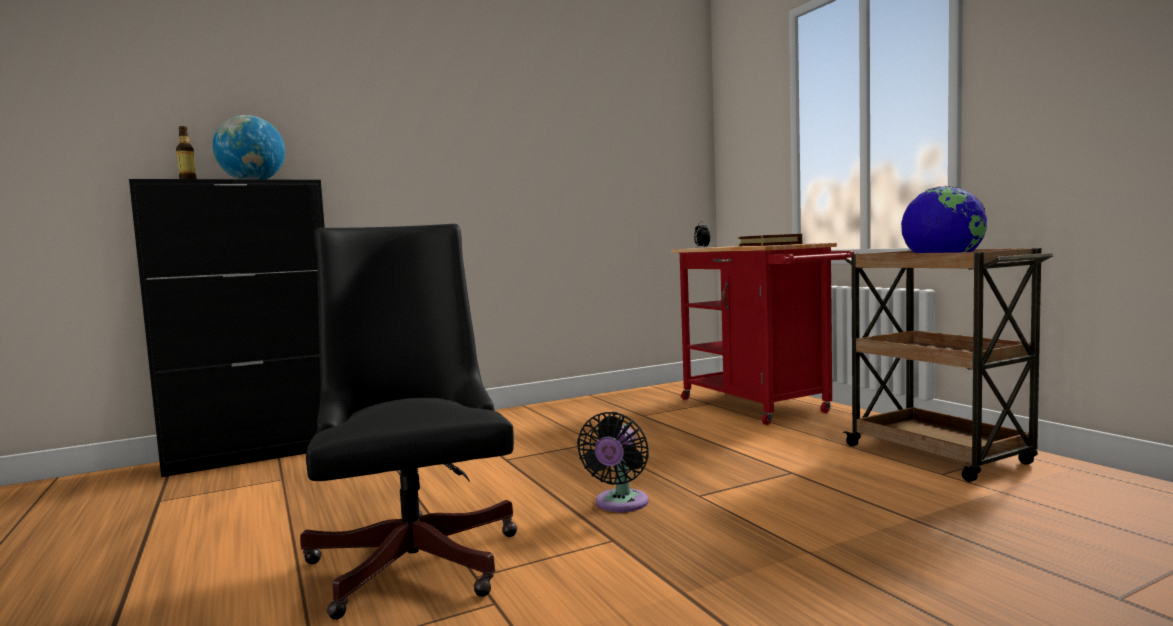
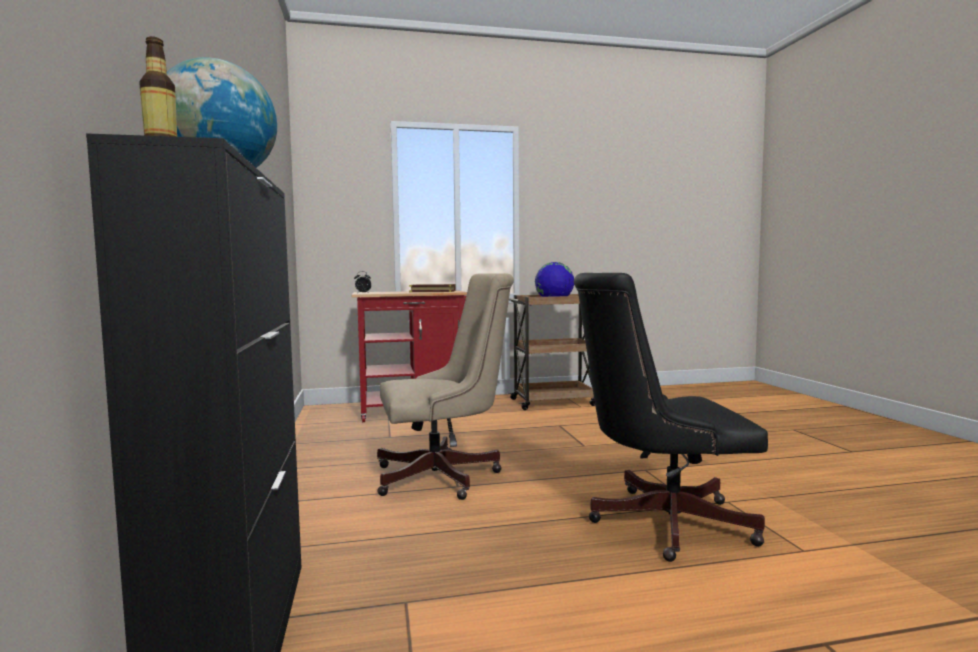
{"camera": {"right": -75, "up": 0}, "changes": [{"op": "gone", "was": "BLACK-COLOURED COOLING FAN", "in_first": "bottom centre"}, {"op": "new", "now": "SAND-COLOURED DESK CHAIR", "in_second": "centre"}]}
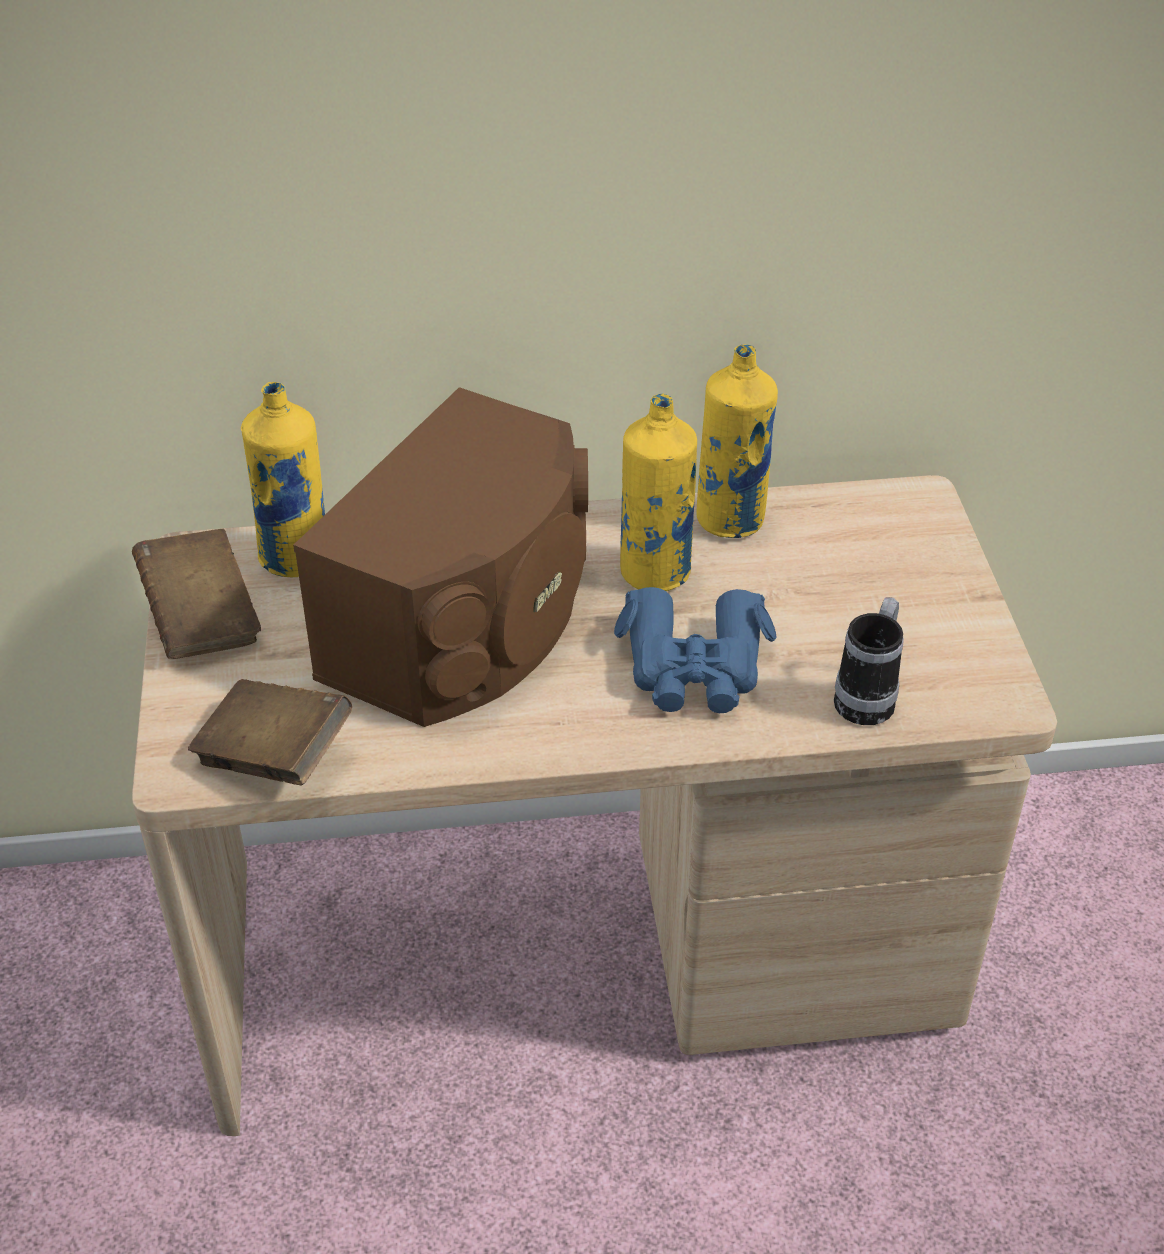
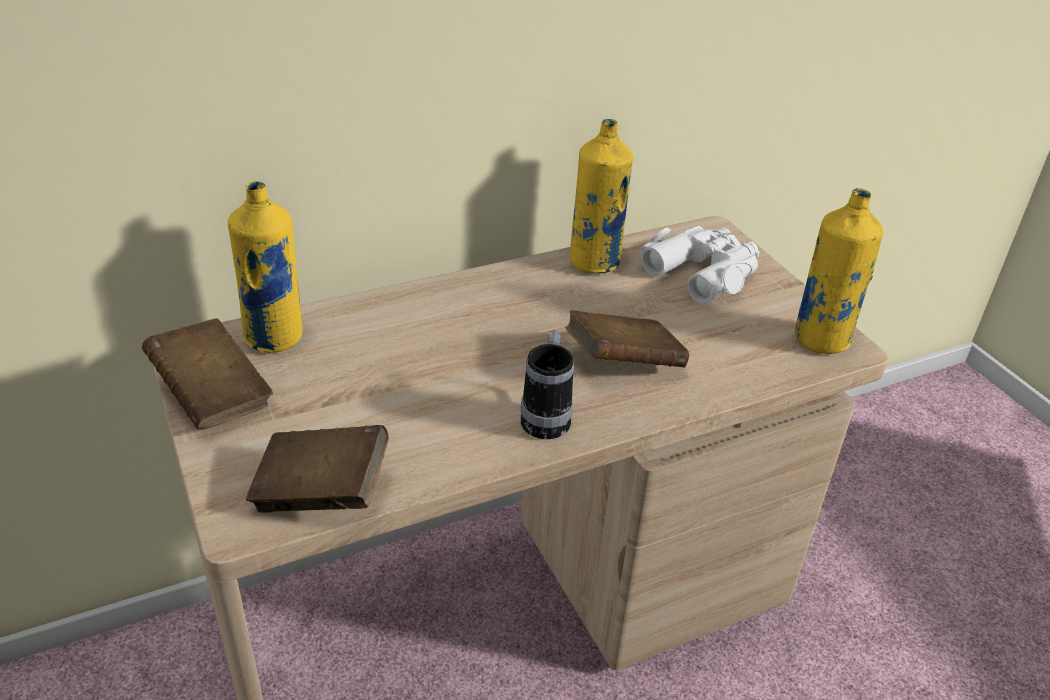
{"camera": {"right": -20, "up": -5}, "changes": [{"op": "gone", "was": "BROWNISH LOUDSPEAKER", "in_first": "centre"}, {"op": "swapped", "was": "BLUISH PAIR OF BINOCULARS", "now": "BROWNISH BOOK (no. 3 from left)", "in_first": "centre", "in_second": "centre"}, {"op": "shifted", "was": "YELLOW BOTTLE (no. 2 from left in the first image)", "now": "YELLOW BOTTLE (no. 3 from left)", "in_first": "centre", "in_second": "middle right"}, {"op": "shifted", "was": "MUG", "in_first": "middle right", "in_second": "centre"}, {"op": "new", "now": "WHITE PAIR OF BINOCULARS", "in_second": "middle right"}]}
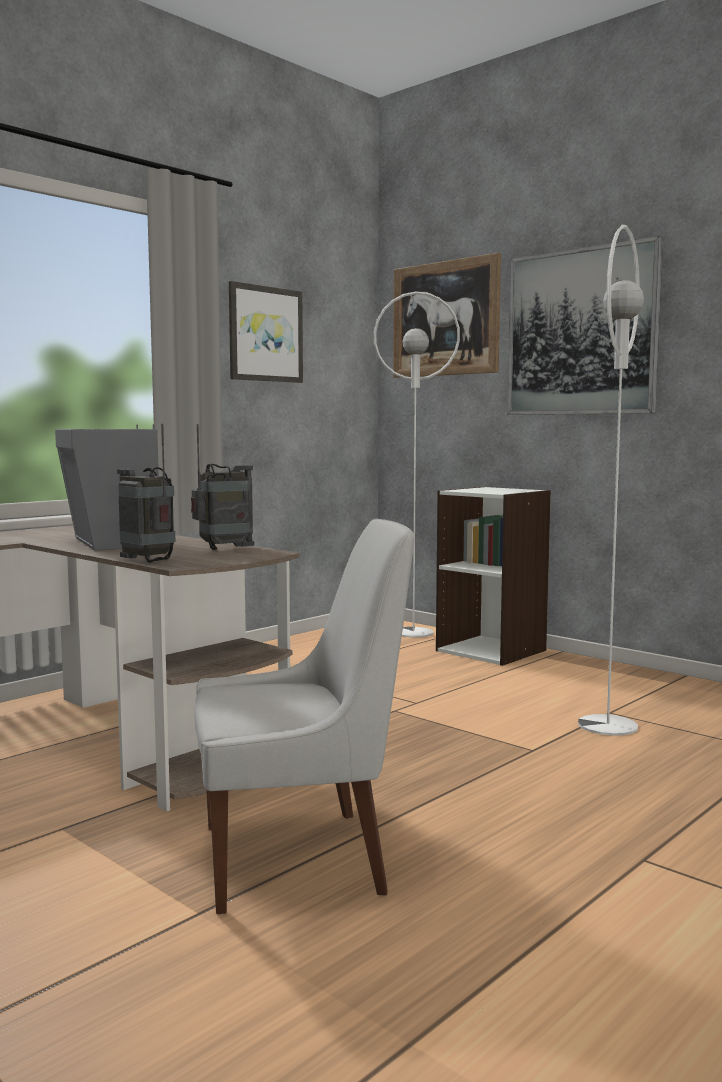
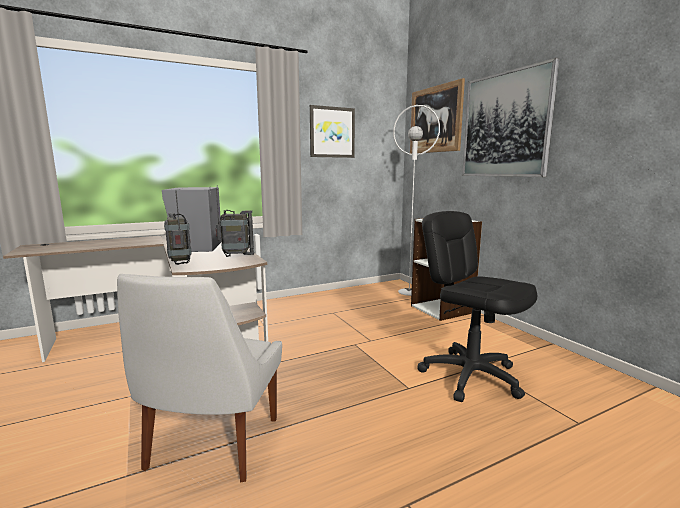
{"camera": {"right": 20, "up": 5}, "changes": [{"op": "rotated", "was": "WHITE CHAIR", "in_first": "centre", "in_second": "bottom left", "clockwise": 90}, {"op": "swapped", "was": "WHITE FLOOR LAMP (no. 2 from left)", "now": "BLACK-COLOURED DESK CHAIR", "in_first": "middle right", "in_second": "middle right"}]}
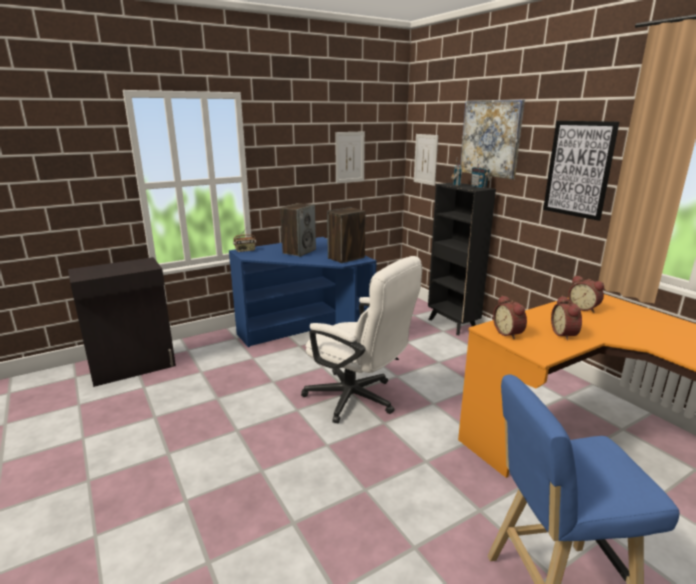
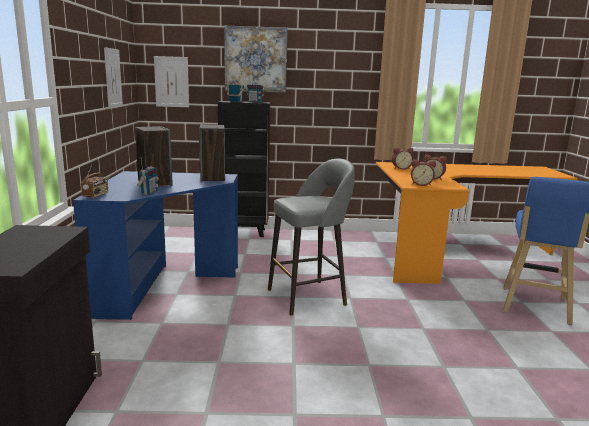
{"camera": {"right": -60, "up": -5}, "changes": [{"op": "swapped", "was": "WHITE DESK CHAIR", "now": "GREY STOOL", "in_first": "centre", "in_second": "centre"}, {"op": "gone", "was": "PICTURE (no. 4 from left)", "in_first": "top right"}, {"op": "new", "now": "RADIO RECEIVER (no. 2 from left)", "in_second": "middle left"}]}
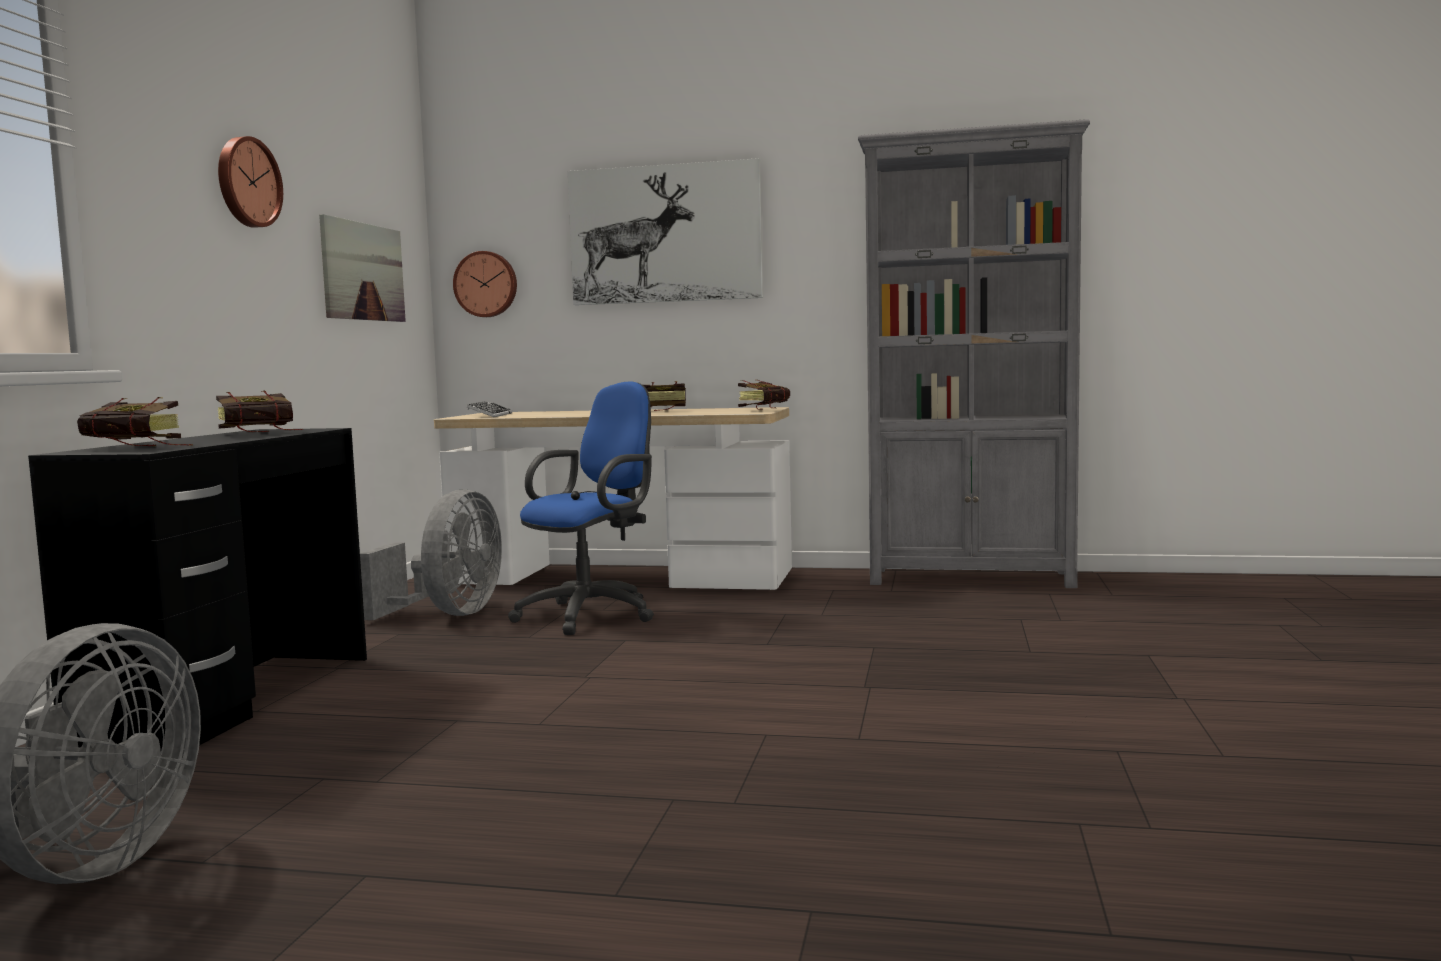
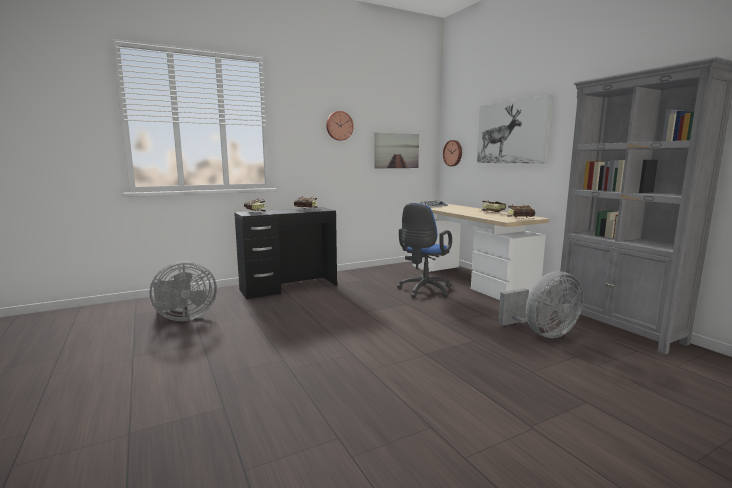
{"camera": {"right": 50, "up": 5}, "changes": [{"op": "shifted", "was": "GREY COOLING FAN (no. 2 from left)", "in_first": "middle left", "in_second": "middle right"}, {"op": "rotated", "was": "BLUISH DESK CHAIR", "in_first": "centre", "in_second": "centre", "clockwise": 120}]}
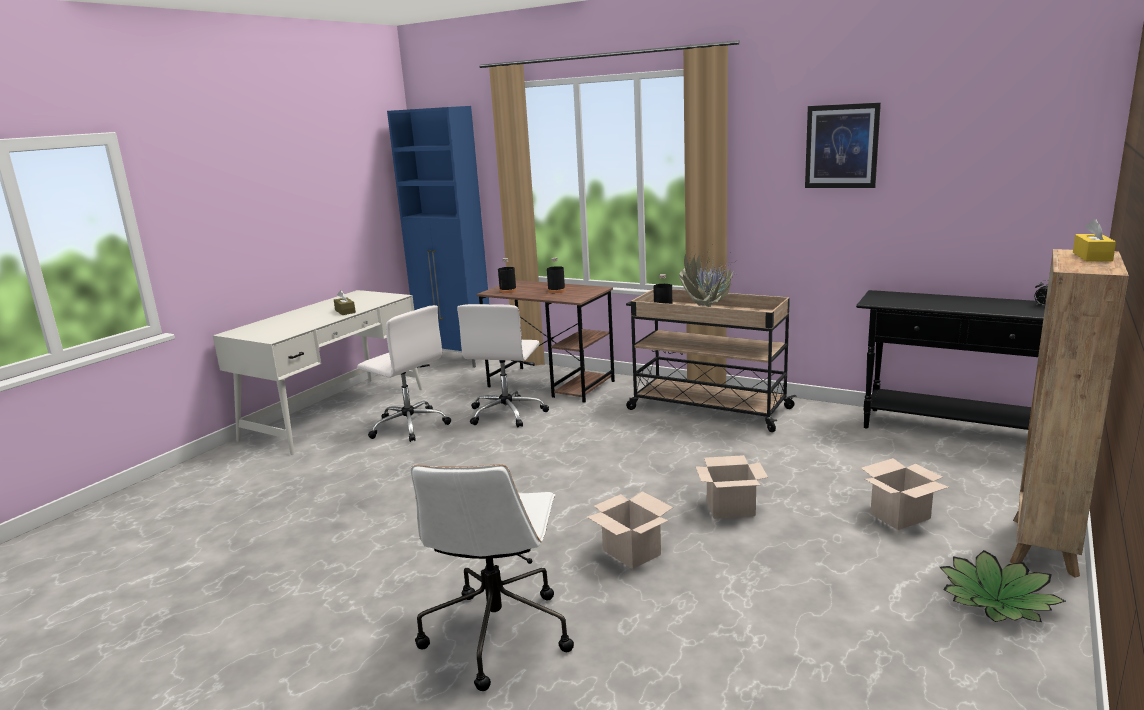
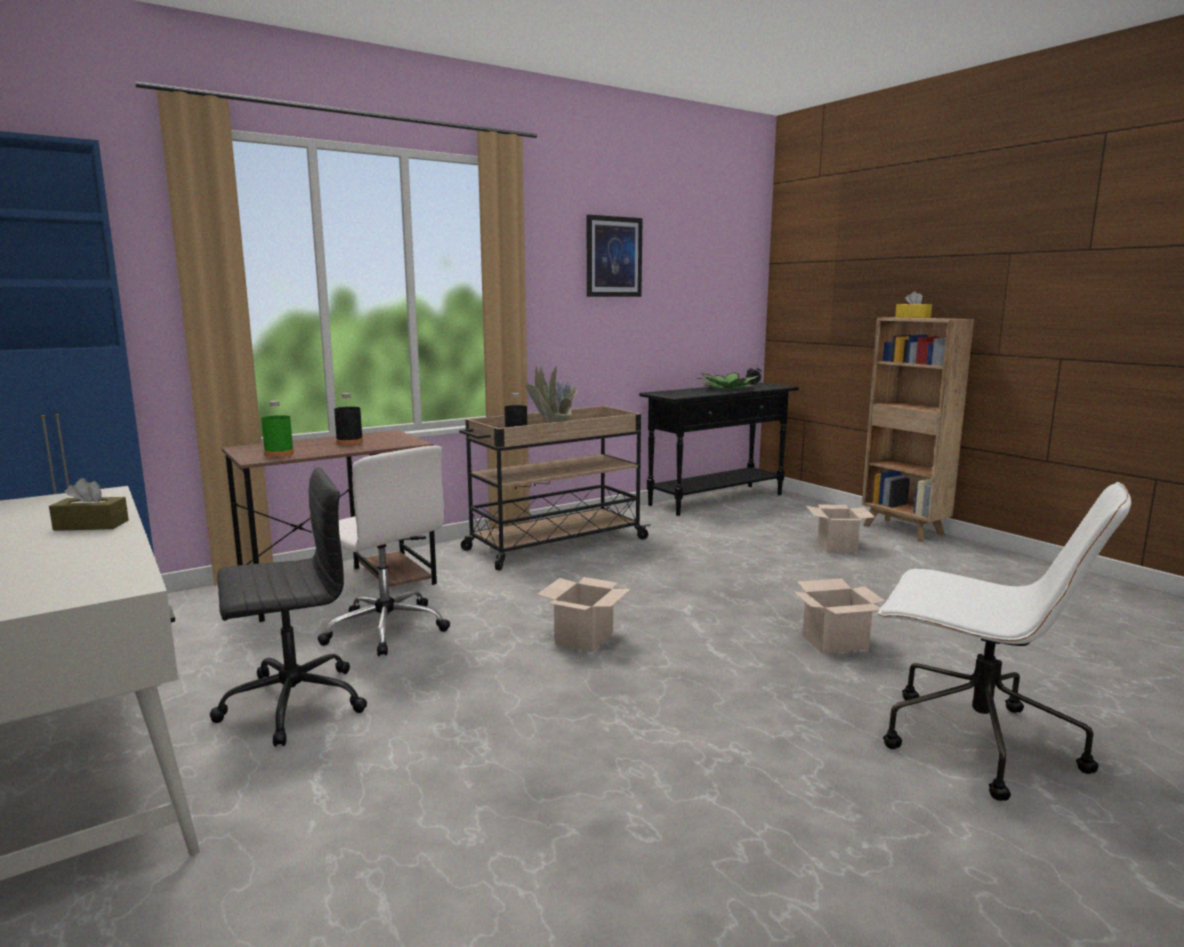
{"camera": {"right": -65, "up": -5}, "changes": [{"op": "repainted", "was": "WHITE DESK CHAIR (no. 1 from left)", "now": "BLACK-COLOURED DESK CHAIR", "in_first": "centre", "in_second": "middle left"}, {"op": "repainted", "was": "BLACK-COLOURED BOTTLE (no. 1 from left)", "now": "GREEN BOTTLE", "in_first": "centre", "in_second": "middle left"}, {"op": "shifted", "was": "CARDBOARD BOX (no. 2 from left in the first image)", "now": "CARDBOARD BOX (no. 1 from left)", "in_first": "bottom centre", "in_second": "centre"}, {"op": "shifted", "was": "PLANT IN A POT (no. 2 from left)", "in_first": "bottom right", "in_second": "centre"}]}
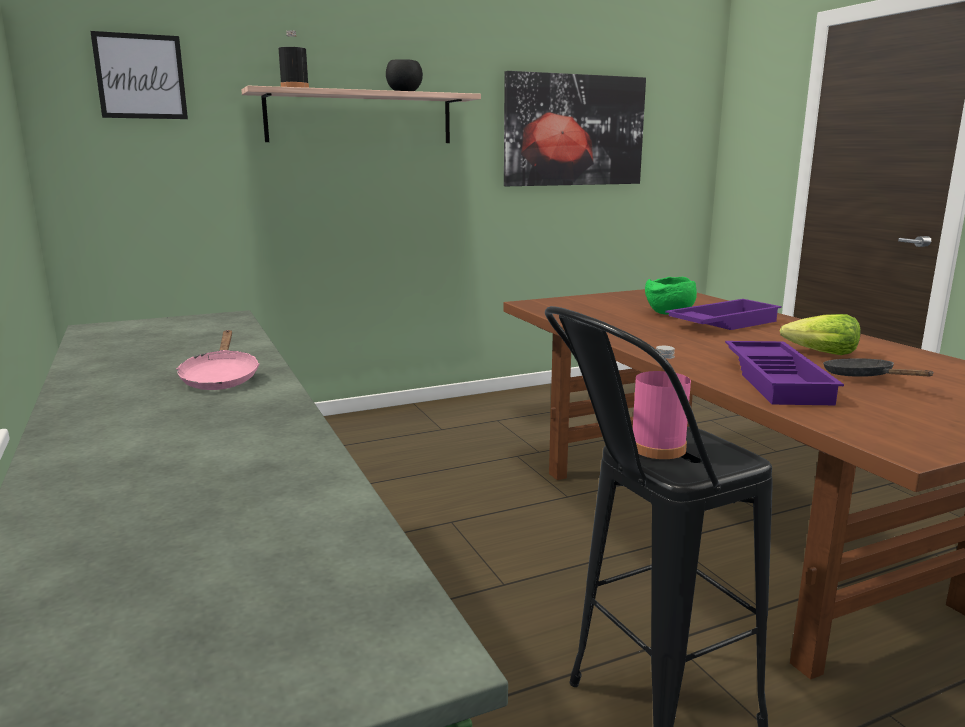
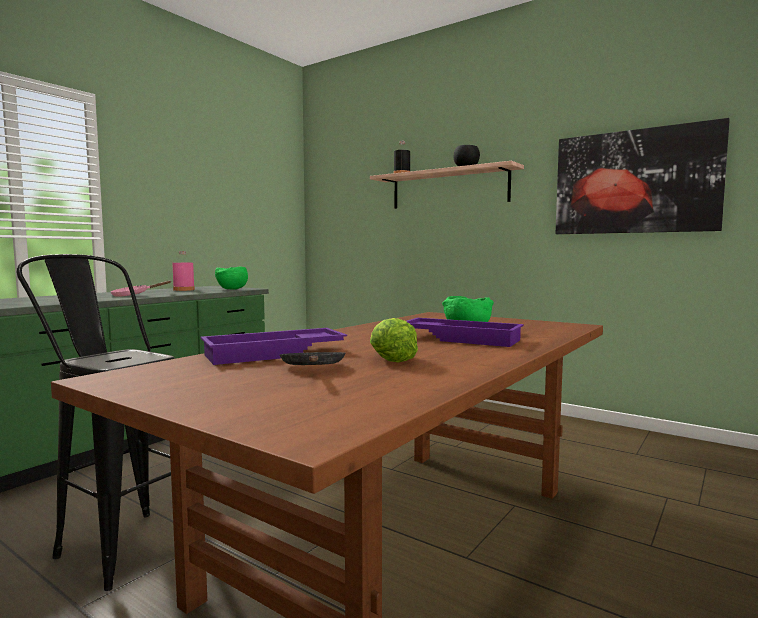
{"camera": {"right": 60, "up": -10}, "changes": [{"op": "gone", "was": "PICTURE (no. 1 from left)", "in_first": "top left"}, {"op": "shifted", "was": "PINK-COLOURED BOTTLE", "in_first": "middle right", "in_second": "middle left"}, {"op": "rotated", "was": "BLACK-COLOURED SKILLET", "in_first": "middle right", "in_second": "centre", "clockwise": -45}, {"op": "new", "now": "GREEN SERVING BOWL (no. 1 from left)", "in_second": "middle left"}]}
